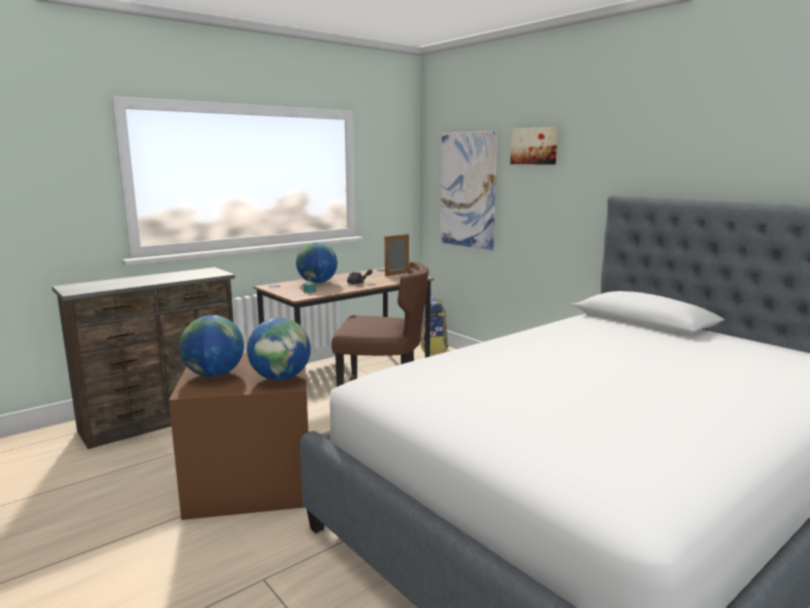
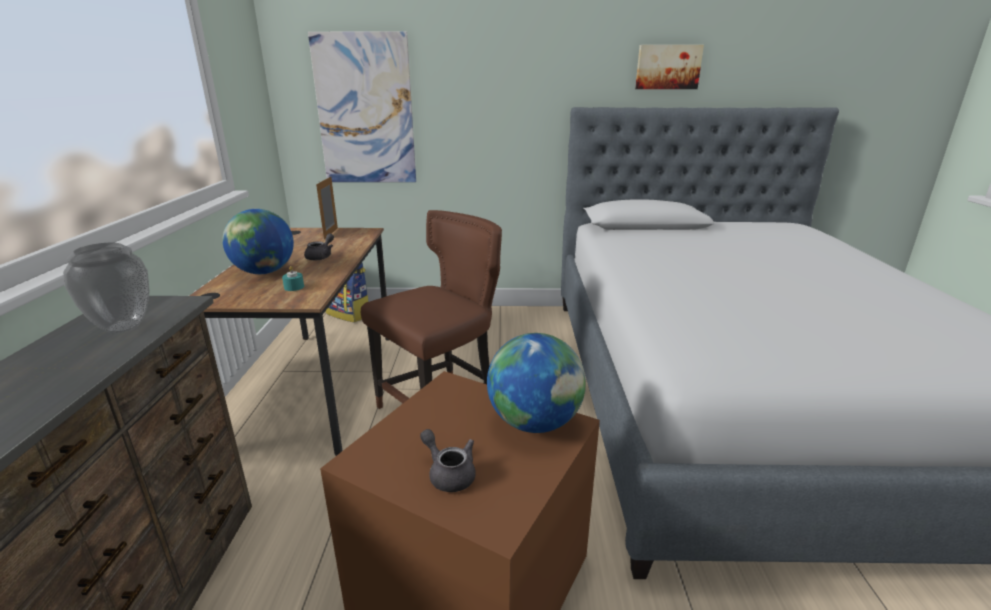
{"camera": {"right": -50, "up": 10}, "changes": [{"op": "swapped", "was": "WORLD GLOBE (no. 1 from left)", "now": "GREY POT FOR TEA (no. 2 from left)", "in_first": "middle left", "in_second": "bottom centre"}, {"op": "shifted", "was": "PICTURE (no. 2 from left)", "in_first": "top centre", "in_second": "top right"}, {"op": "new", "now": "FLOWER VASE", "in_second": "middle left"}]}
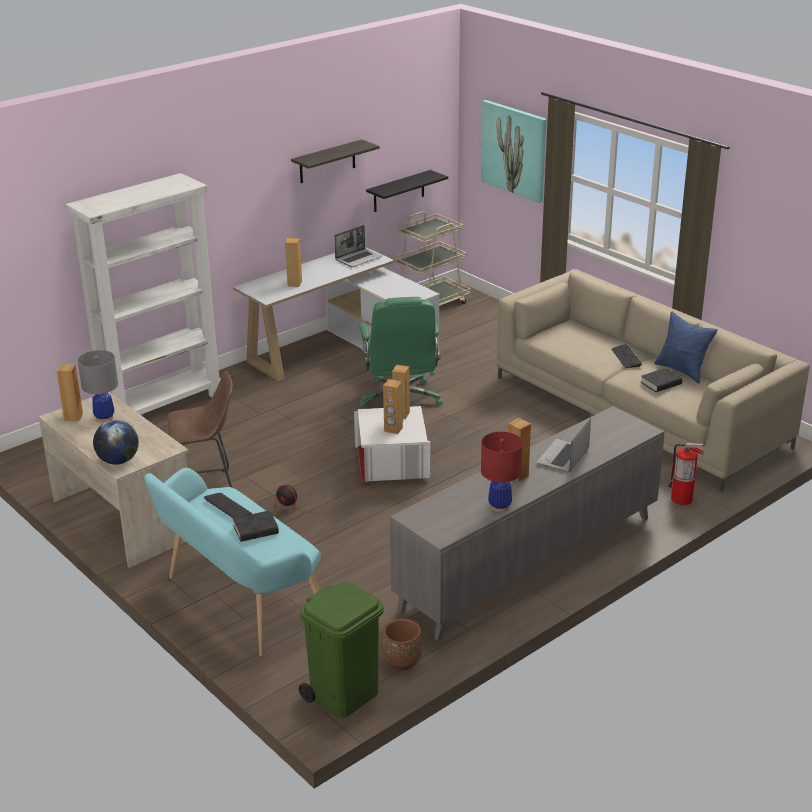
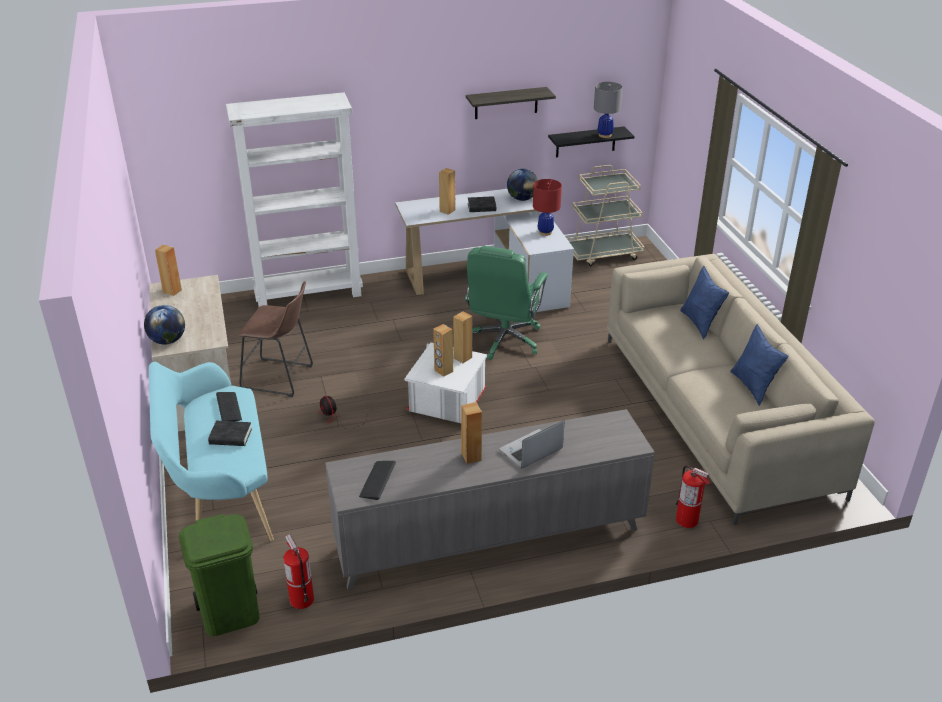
{"camera": {"right": 25, "up": 5}, "changes": [{"op": "shifted", "was": "GREY TABLETOP LAMP", "in_first": "middle left", "in_second": "top centre"}, {"op": "swapped", "was": "PORTABLE COMPUTER (no. 1 from left)", "now": "WORLD GLOBE (no. 2 from left)", "in_first": "top centre", "in_second": "top centre"}, {"op": "swapped", "was": "BROWNISH PLANTER", "now": "FIRE-FIGHTING CYLINDER (no. 1 from left)", "in_first": "bottom centre", "in_second": "bottom left"}, {"op": "gone", "was": "PICTURE", "in_first": "top centre"}, {"op": "shifted", "was": "REDDISH TABLETOP LAMP", "in_first": "centre", "in_second": "top centre"}, {"op": "shifted", "was": "KEYBOARD (no. 2 from left)", "in_first": "middle right", "in_second": "bottom centre"}, {"op": "shifted", "was": "BLACK-COLOURED BOOK (no. 2 from left)", "in_first": "middle right", "in_second": "top centre"}, {"op": "new", "now": "BLUISH THROW PILLOW (no. 1 from left)", "in_second": "middle right"}]}
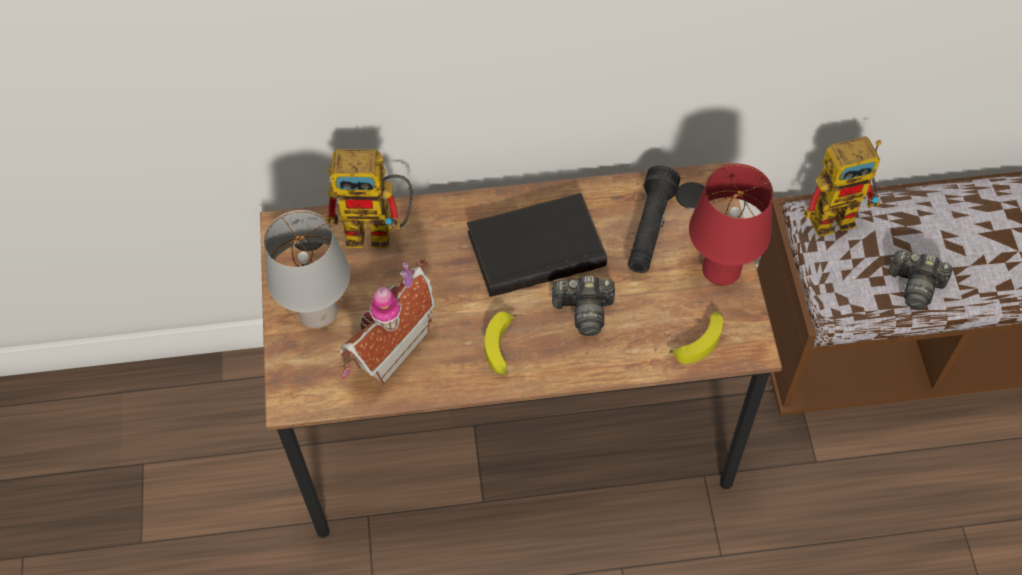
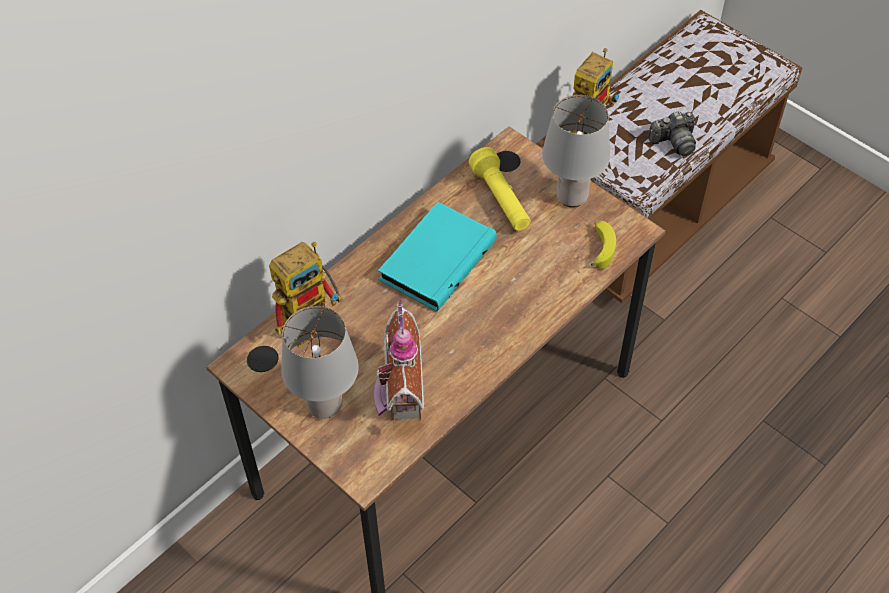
{"camera": {"right": -40, "up": -5}, "changes": [{"op": "repainted", "was": "BLACK-COLOURED BOOK", "now": "BLUE-GREEN BOOK", "in_first": "centre", "in_second": "centre"}, {"op": "gone", "was": "BANANA (no. 1 from left)", "in_first": "centre"}, {"op": "gone", "was": "PHOTO CAMERA (no. 1 from left)", "in_first": "centre"}, {"op": "repainted", "was": "BLACK-COLOURED FLASHLIGHT", "now": "YELLOW FLASHLIGHT", "in_first": "centre", "in_second": "top centre"}, {"op": "repainted", "was": "REDDISH TABLETOP LAMP", "now": "GREY TABLETOP LAMP (no. 2 from left)", "in_first": "middle right", "in_second": "top centre"}]}
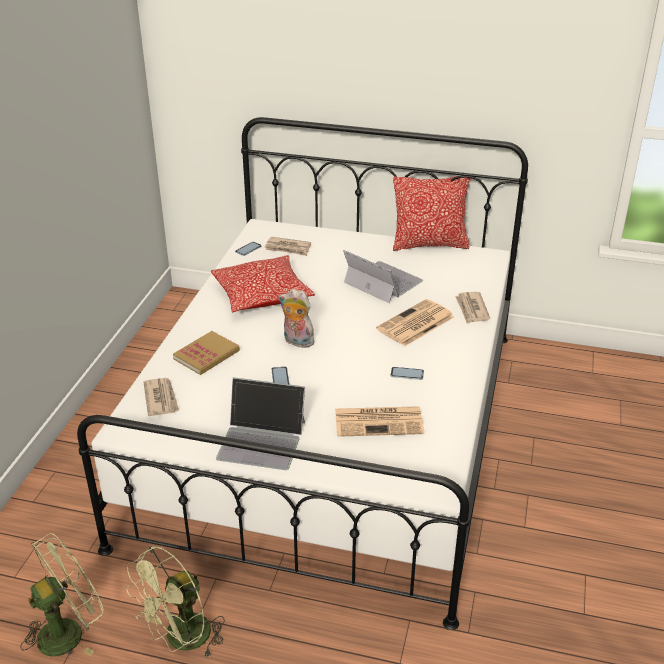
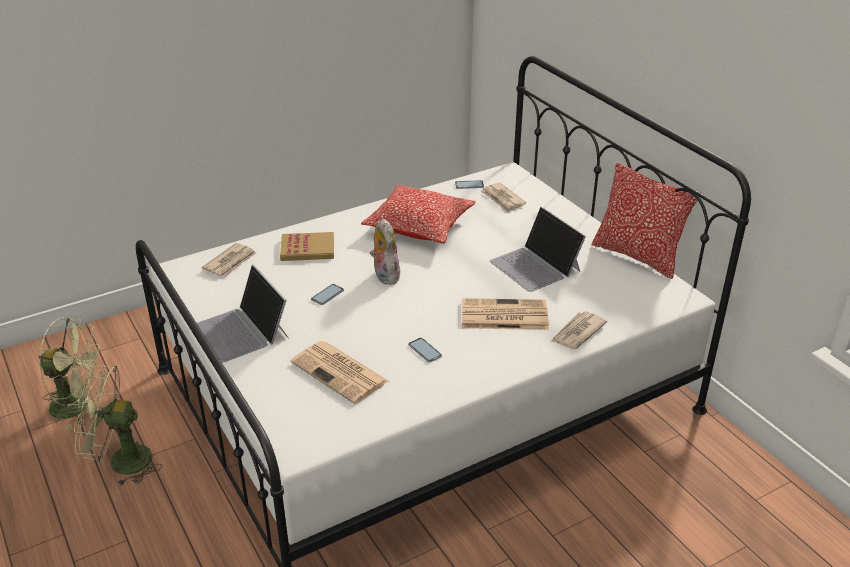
{"camera": {"right": 45, "up": 0}, "changes": [{"op": "rotated", "was": "PORTABLE COMPUTER (no. 2 from left)", "in_first": "centre", "in_second": "centre", "clockwise": 150}]}
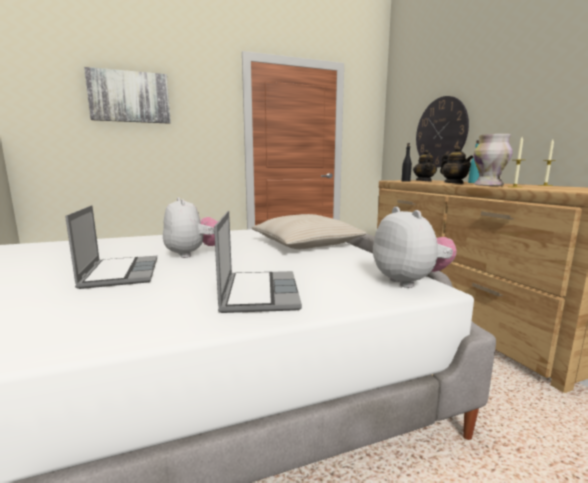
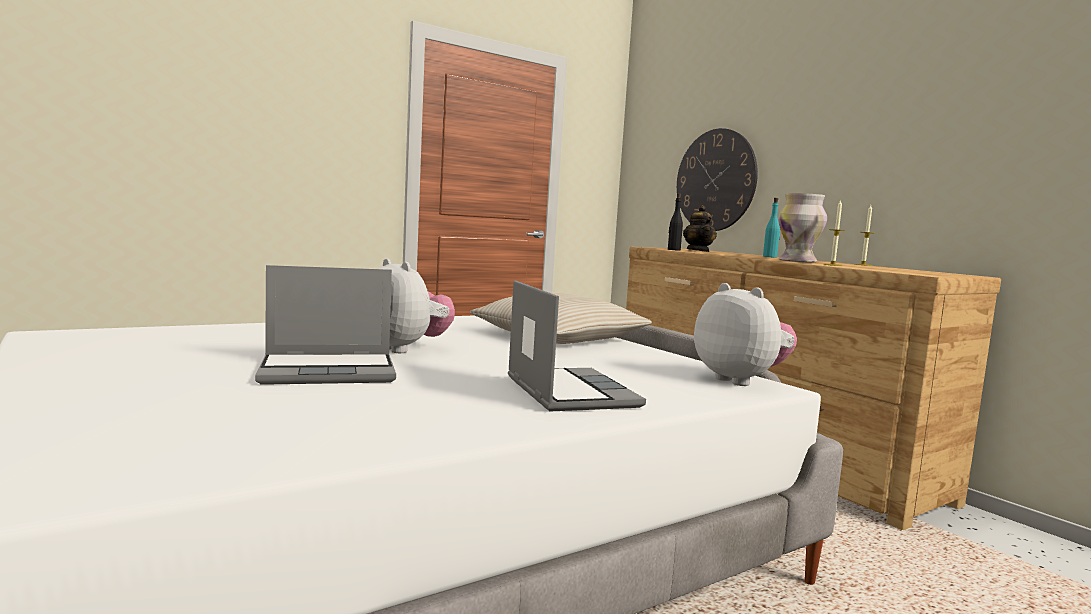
{"camera": {"right": -15, "up": -5}, "changes": [{"op": "rotated", "was": "PORTABLE COMPUTER (no. 1 from left)", "in_first": "middle left", "in_second": "middle left", "clockwise": 105}, {"op": "gone", "was": "PICTURE", "in_first": "top left"}, {"op": "gone", "was": "POT FOR TEA (no. 2 from left)", "in_first": "middle right"}]}
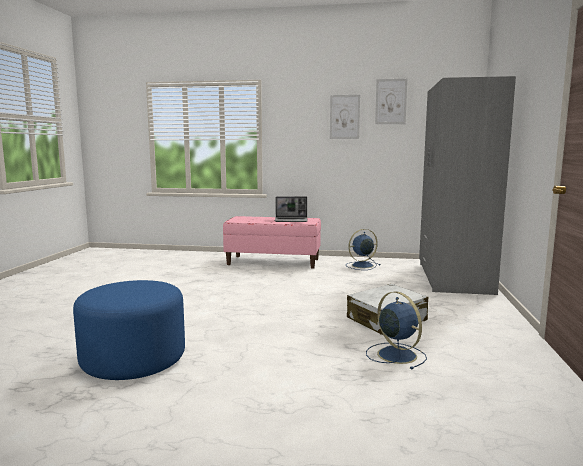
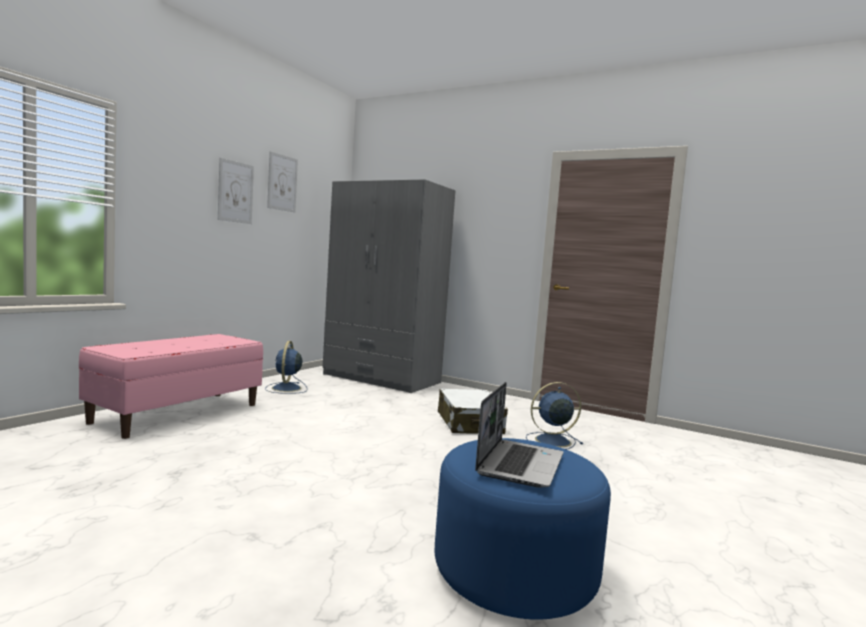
{"camera": {"right": -70, "up": -5}, "changes": [{"op": "shifted", "was": "PORTABLE COMPUTER", "in_first": "centre", "in_second": "bottom centre"}]}
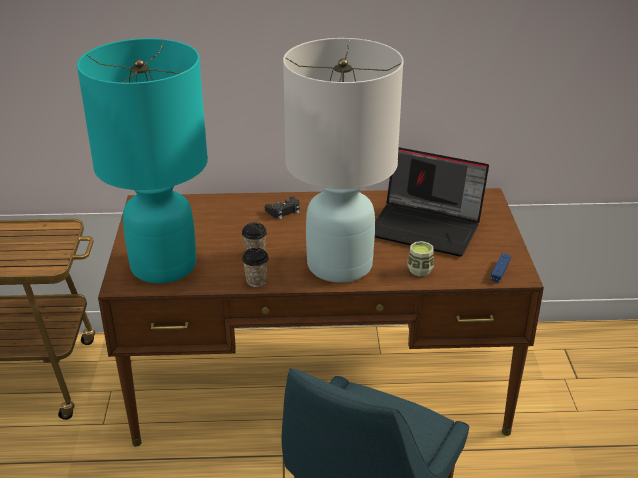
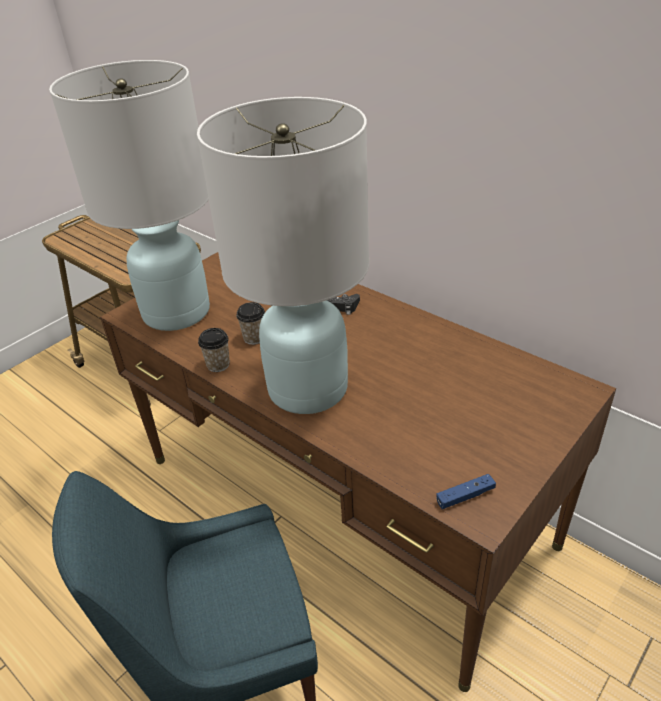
{"camera": {"right": 45, "up": 5}, "changes": [{"op": "repainted", "was": "BLUE-GREEN TABLETOP LAMP", "now": "WHITE TABLETOP LAMP (no. 1 from left)", "in_first": "middle left", "in_second": "top left"}, {"op": "gone", "was": "PORTABLE COMPUTER", "in_first": "middle right"}, {"op": "gone", "was": "SMALL CUP (no. 3 from left)", "in_first": "centre"}]}
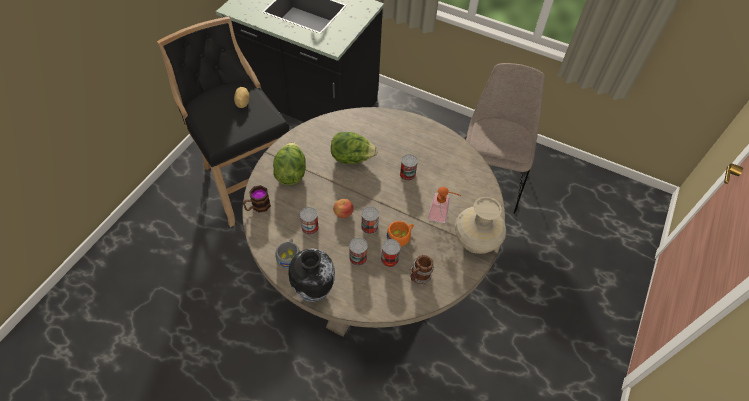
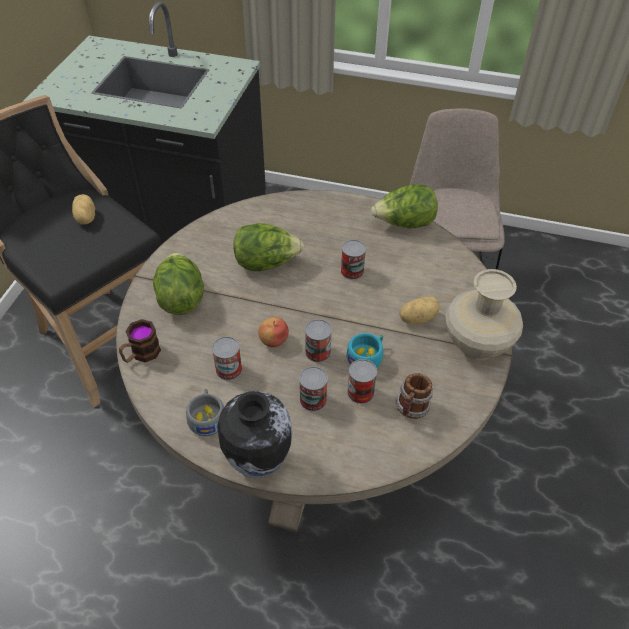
{"camera": {"right": -10, "up": -5}, "changes": [{"op": "repainted", "was": "ORANGE SMALL CUP", "now": "BLUE-GREEN SMALL CUP", "in_first": "centre", "in_second": "centre"}, {"op": "swapped", "was": "SOAP BOTTLE", "now": "SPUD (no. 2 from left)", "in_first": "centre", "in_second": "centre"}, {"op": "new", "now": "LETTUCE (no. 3 from left)", "in_second": "top centre"}]}
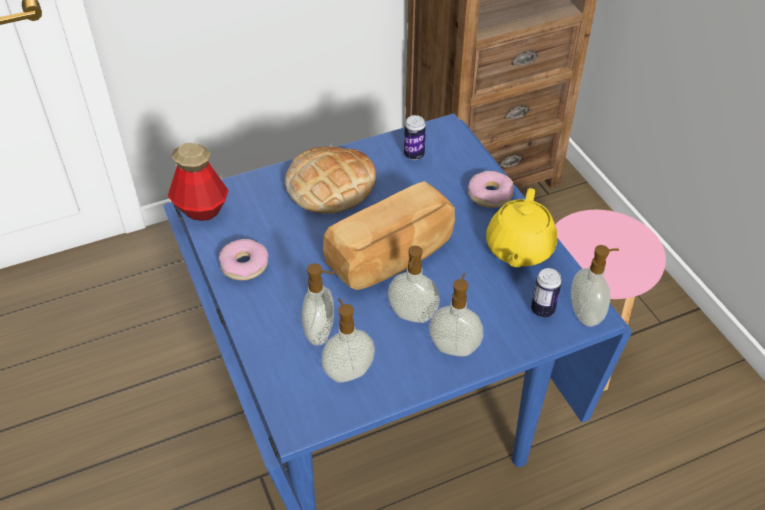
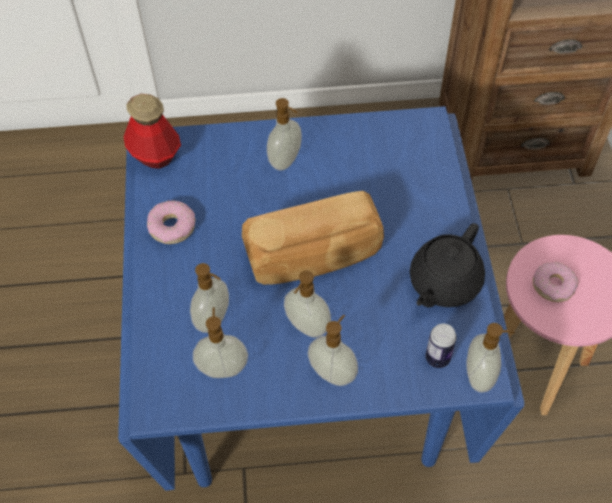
{"camera": {"right": 20, "up": 10}, "changes": [{"op": "swapped", "was": "BREAD (no. 1 from left)", "now": "SOAP BOTTLE (no. 3 from left)", "in_first": "centre", "in_second": "top centre"}, {"op": "gone", "was": "METAL CAN (no. 1 from left)", "in_first": "top centre"}, {"op": "shifted", "was": "DOUGHNUT (no. 2 from left)", "in_first": "centre", "in_second": "middle right"}, {"op": "repainted", "was": "YELLOW POT FOR TEA", "now": "BLACK-COLOURED POT FOR TEA", "in_first": "middle right", "in_second": "middle right"}]}
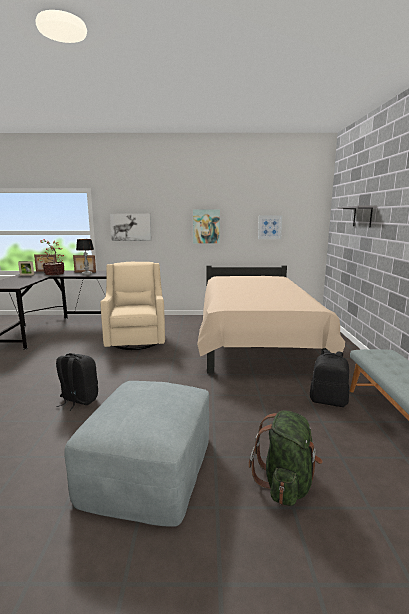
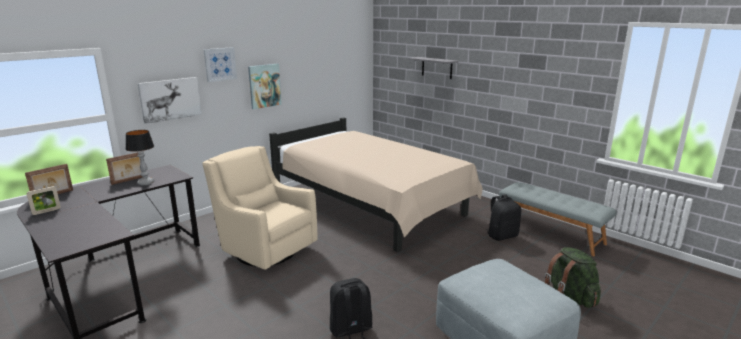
{"camera": {"right": -45, "up": 5}, "changes": [{"op": "gone", "was": "PLANT IN A POT", "in_first": "middle left"}, {"op": "shifted", "was": "PICTURE (no. 3 from left in the first image)", "now": "PICTURE (no. 2 from left)", "in_first": "centre", "in_second": "top left"}]}
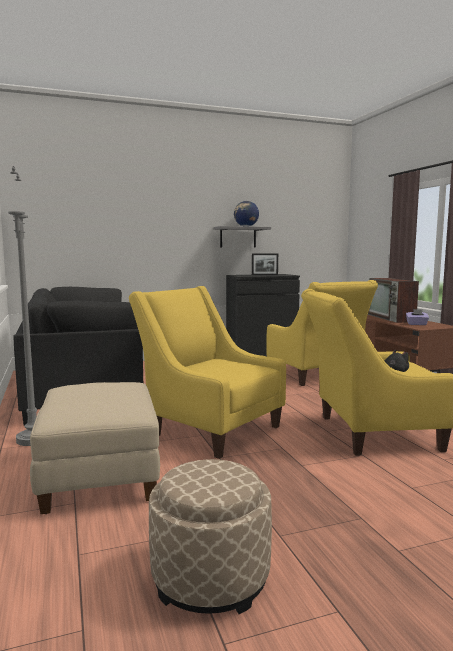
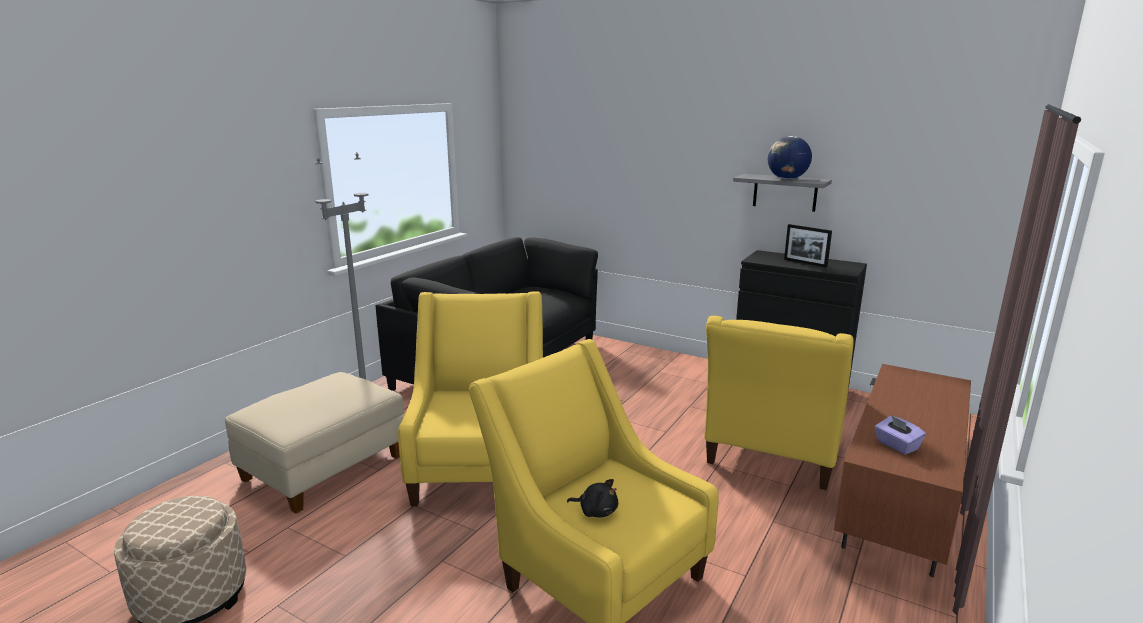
{"camera": {"right": 50, "up": 10}, "changes": [{"op": "gone", "was": "TV SET", "in_first": "middle right"}]}
